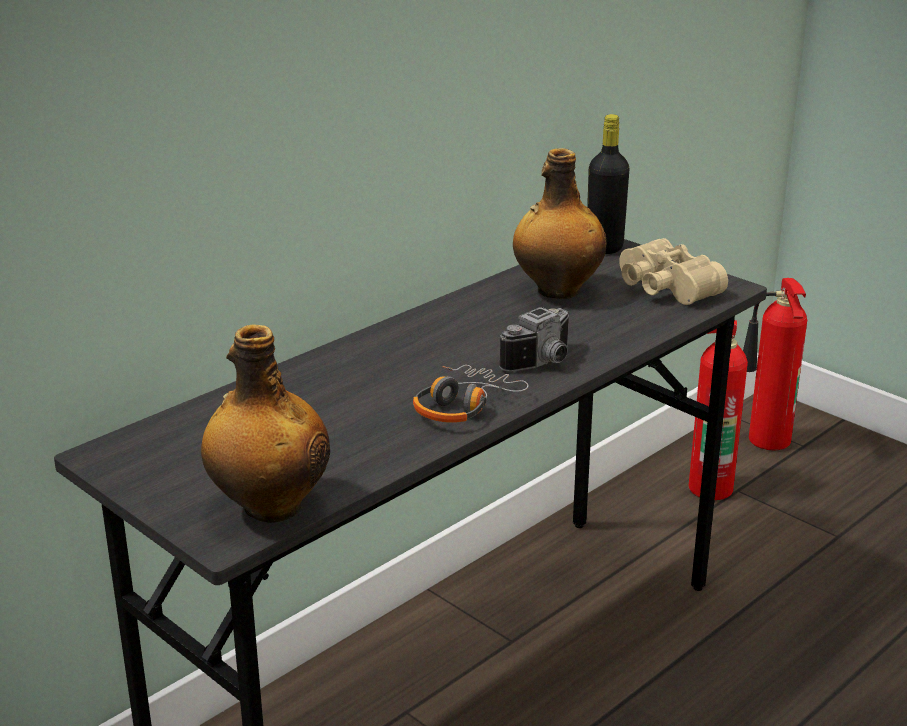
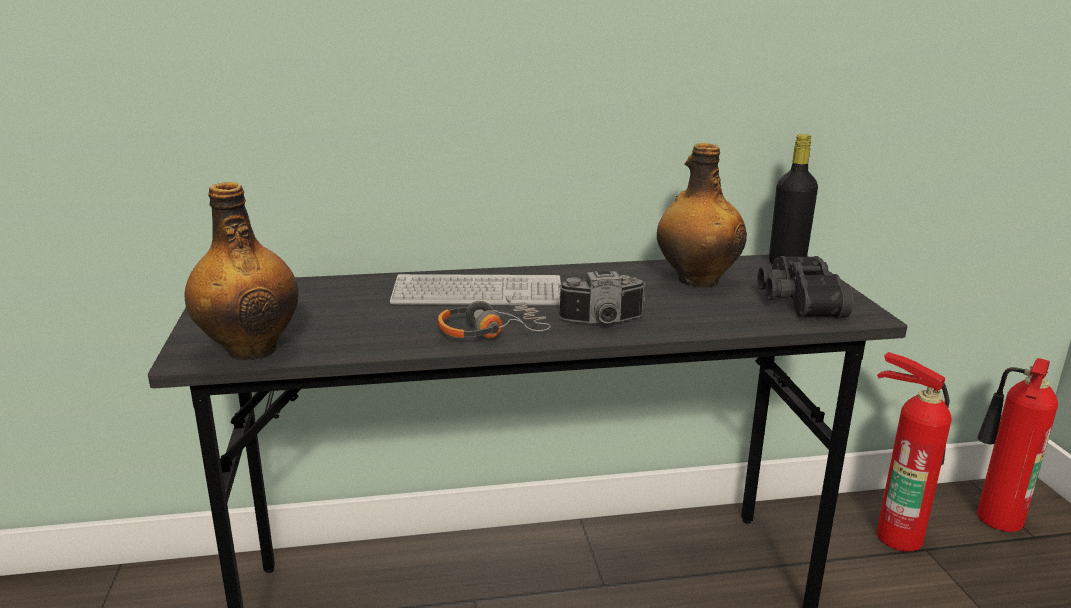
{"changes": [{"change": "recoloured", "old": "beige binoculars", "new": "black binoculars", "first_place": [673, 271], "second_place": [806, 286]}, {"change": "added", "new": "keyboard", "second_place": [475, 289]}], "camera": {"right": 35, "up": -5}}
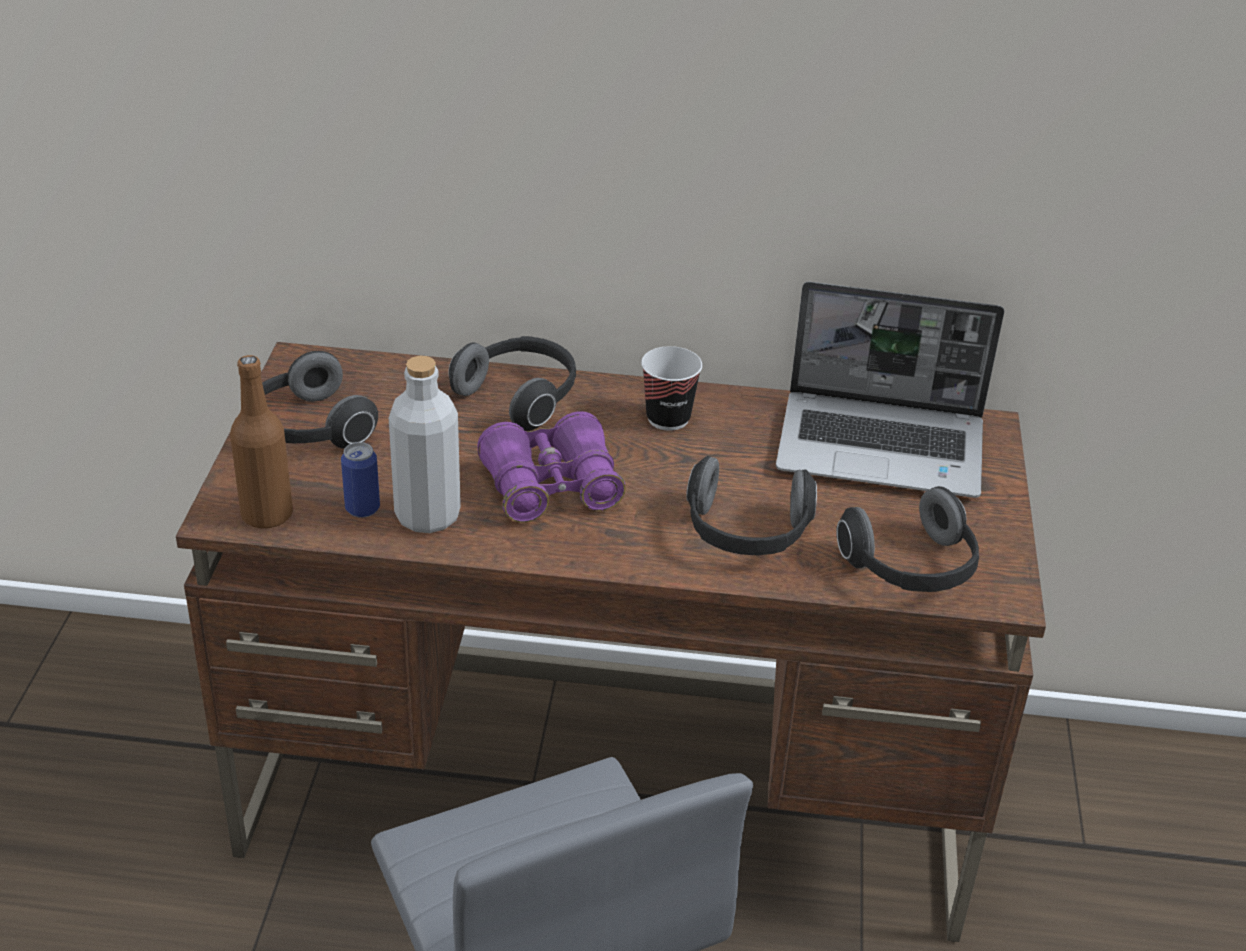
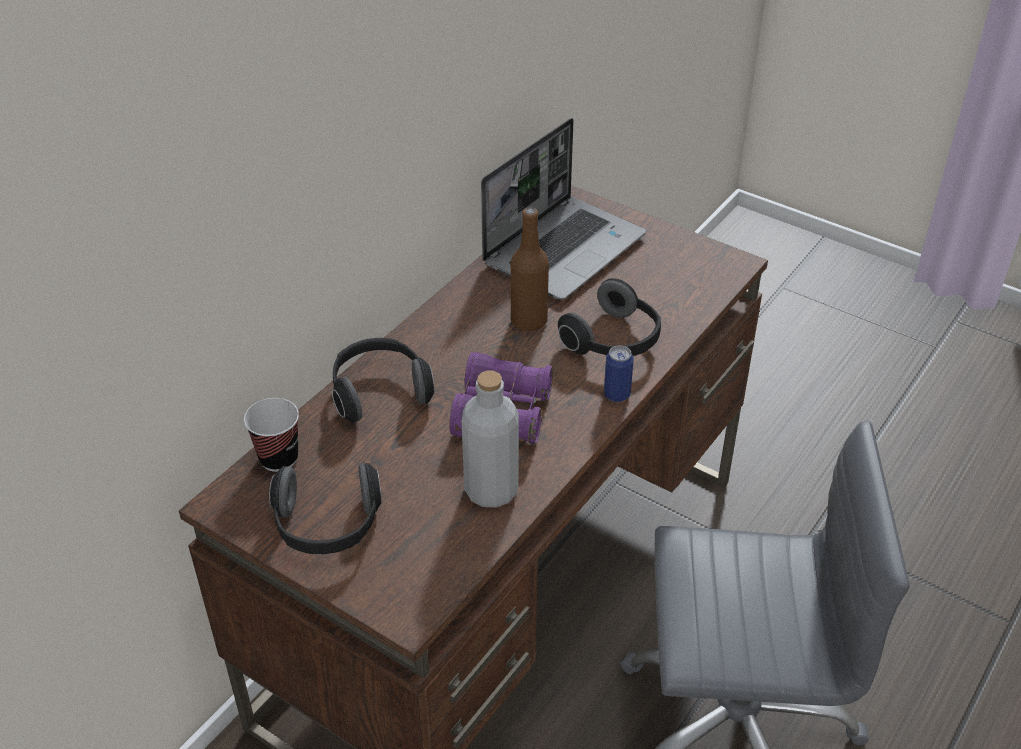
{"changes": [{"change": "moved", "old": "brown bottle", "first_place": [261, 442], "second_place": [530, 269]}, {"change": "moved", "old": "can", "first_place": [360, 480], "second_place": [619, 373]}, {"change": "moved", "old": "cup", "first_place": [671, 388], "second_place": [271, 435]}, {"change": "removed", "old": "headphones", "first_place": [907, 539]}], "camera": {"right": -60, "up": 5}}
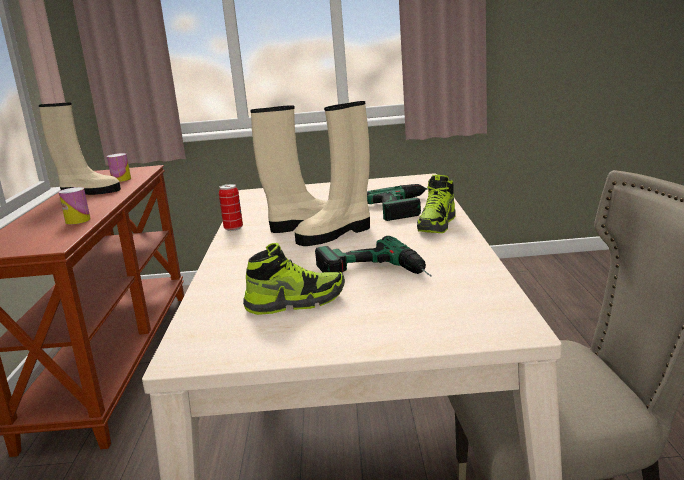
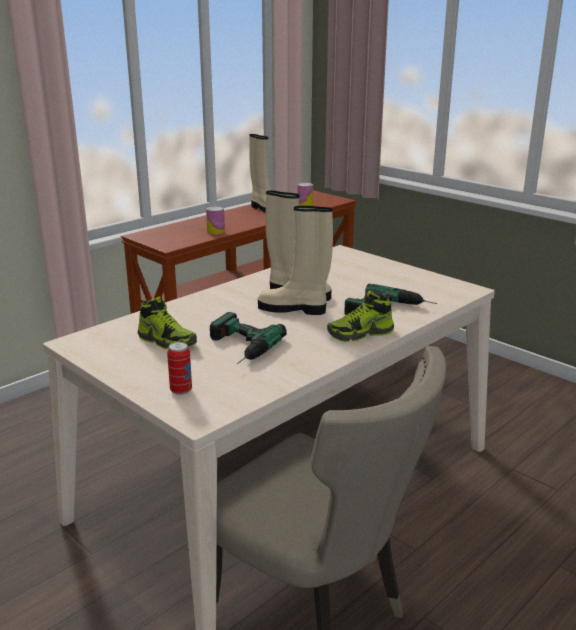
{"changes": [{"change": "moved", "old": "can", "first_place": [231, 207], "second_place": [179, 368]}], "camera": {"right": 45, "up": 5}}
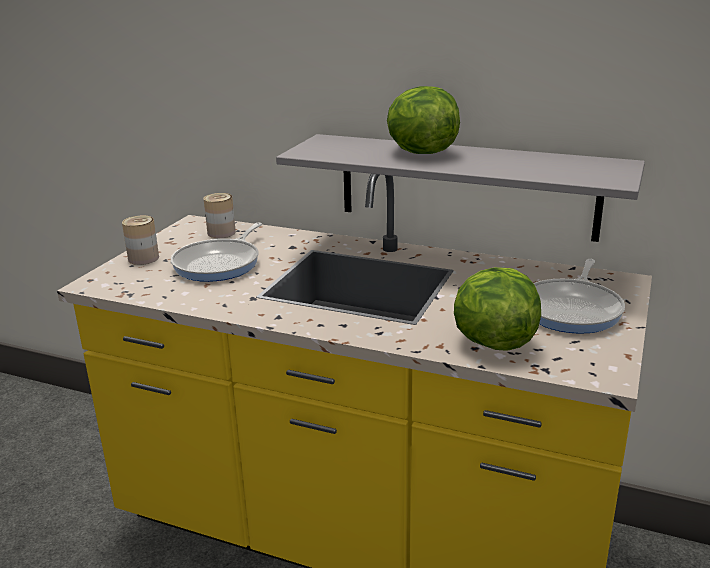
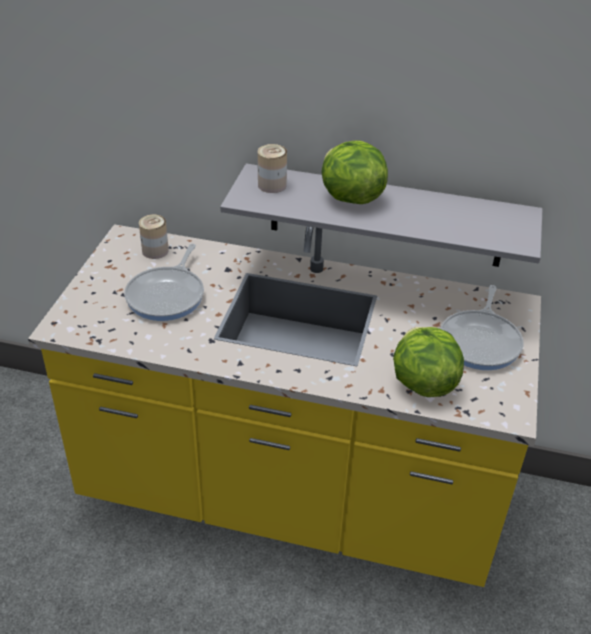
{"changes": [{"change": "moved", "old": "can", "first_place": [140, 240], "second_place": [272, 168]}], "camera": {"right": -10, "up": 15}}
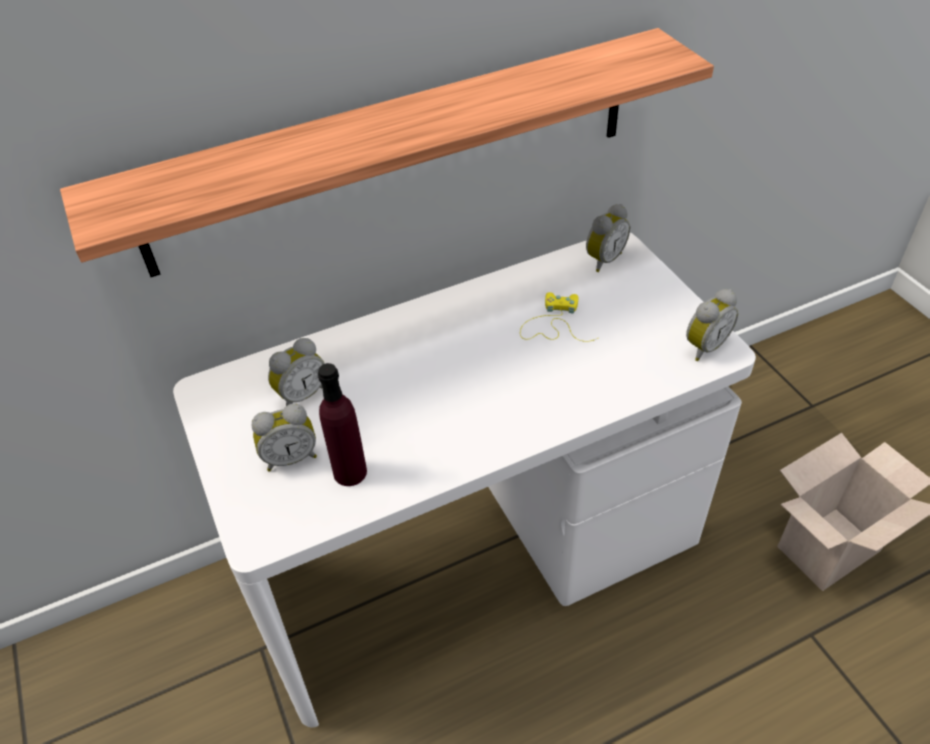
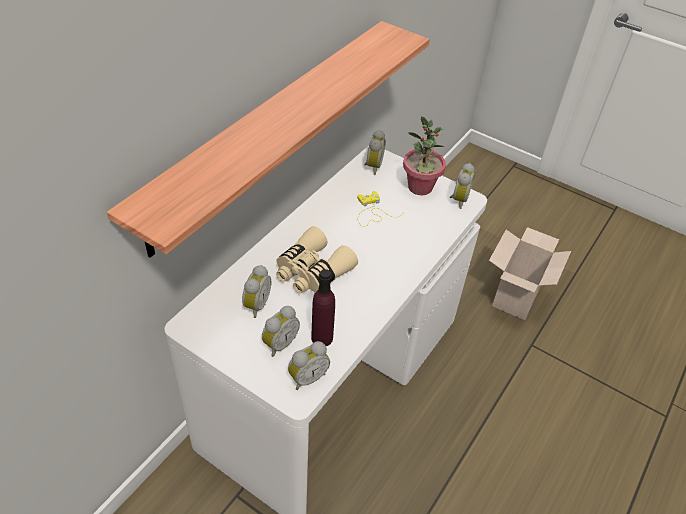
{"changes": [{"change": "added", "new": "beige binoculars", "second_place": [317, 259]}, {"change": "added", "new": "alarm clock", "second_place": [309, 365]}, {"change": "added", "new": "potted plant", "second_place": [424, 155]}], "camera": {"right": -35, "up": 0}}
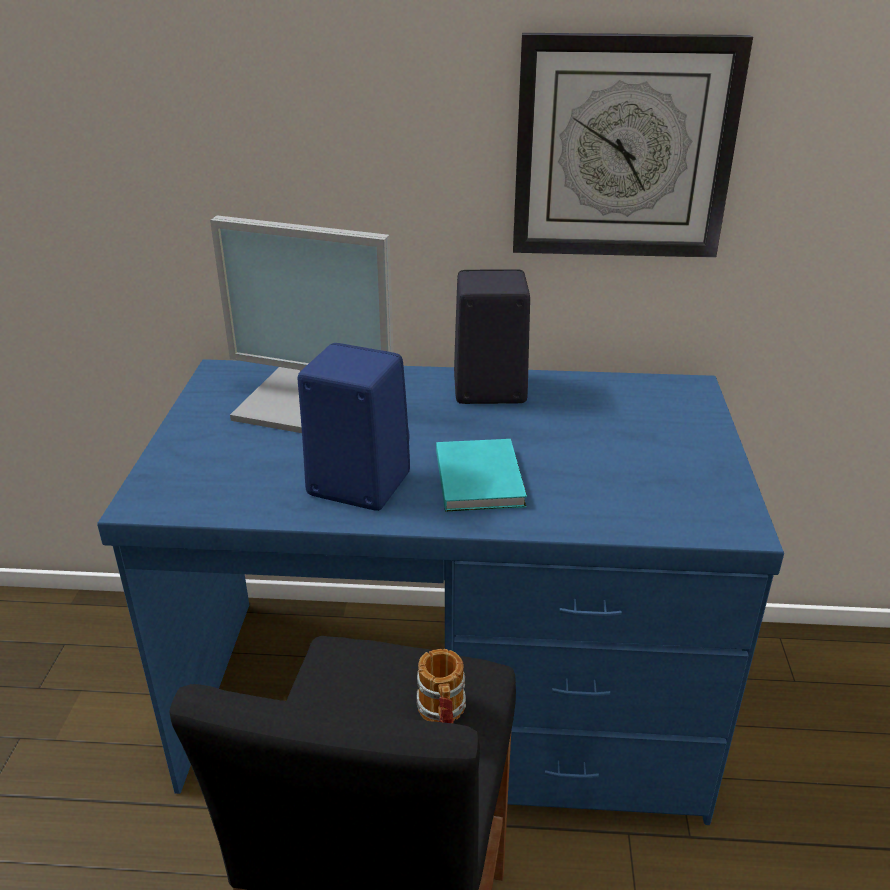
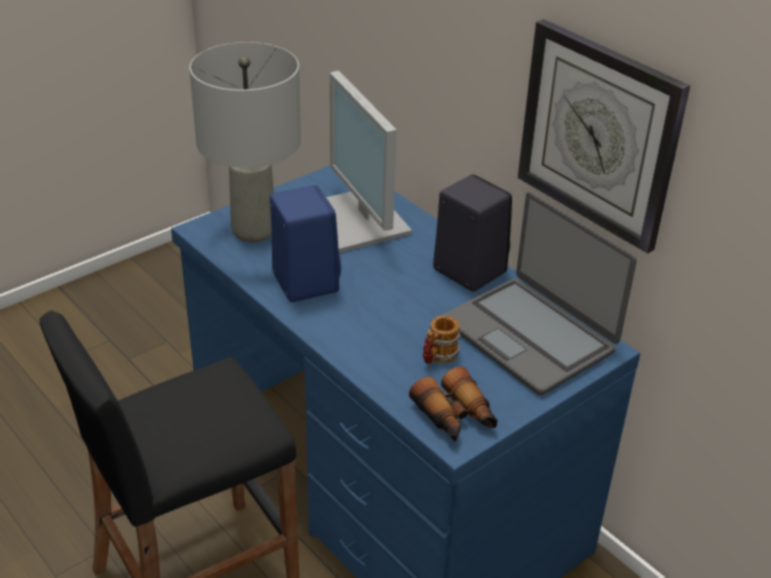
{"changes": [{"change": "moved", "old": "mug", "first_place": [441, 686], "second_place": [442, 340]}, {"change": "removed", "old": "turquoise book", "first_place": [481, 475]}, {"change": "added", "new": "grey table lamp", "second_place": [245, 142]}, {"change": "added", "new": "binoculars", "second_place": [453, 404]}, {"change": "added", "new": "laptop", "second_place": [540, 293]}], "camera": {"right": 45, "up": 5}}
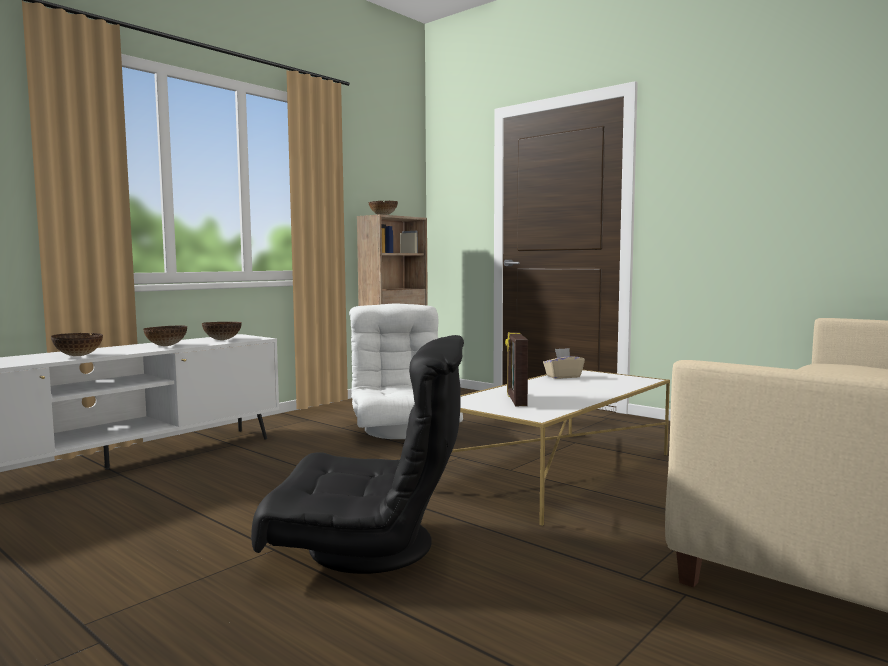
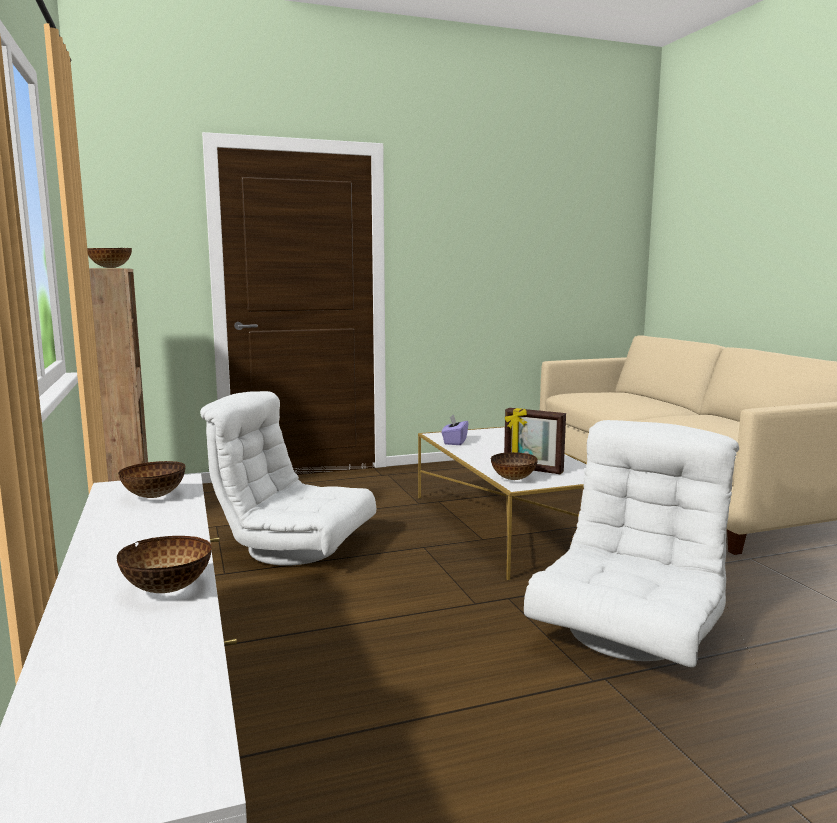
{"changes": [{"change": "moved", "old": "bowl", "first_place": [165, 335], "second_place": [514, 466]}, {"change": "recoloured", "old": "black armchair", "new": "white armchair", "first_place": [357, 454], "second_place": [631, 543]}, {"change": "recoloured", "old": "beige tissue box", "new": "purple tissue box", "first_place": [564, 363], "second_place": [455, 429]}], "camera": {"right": -60, "up": 5}}
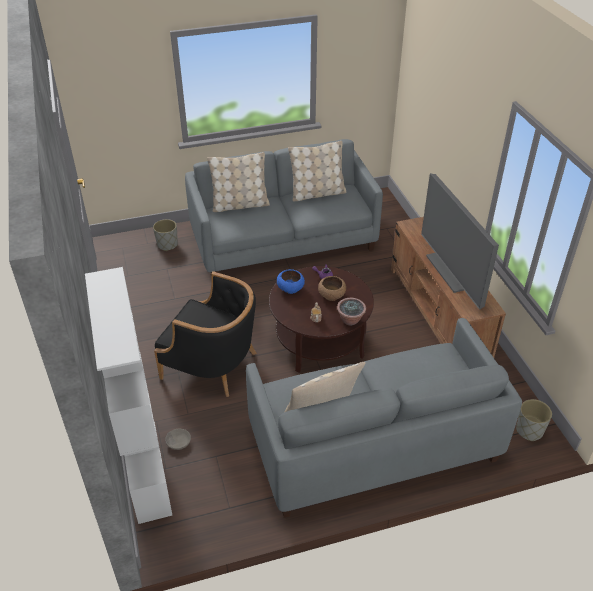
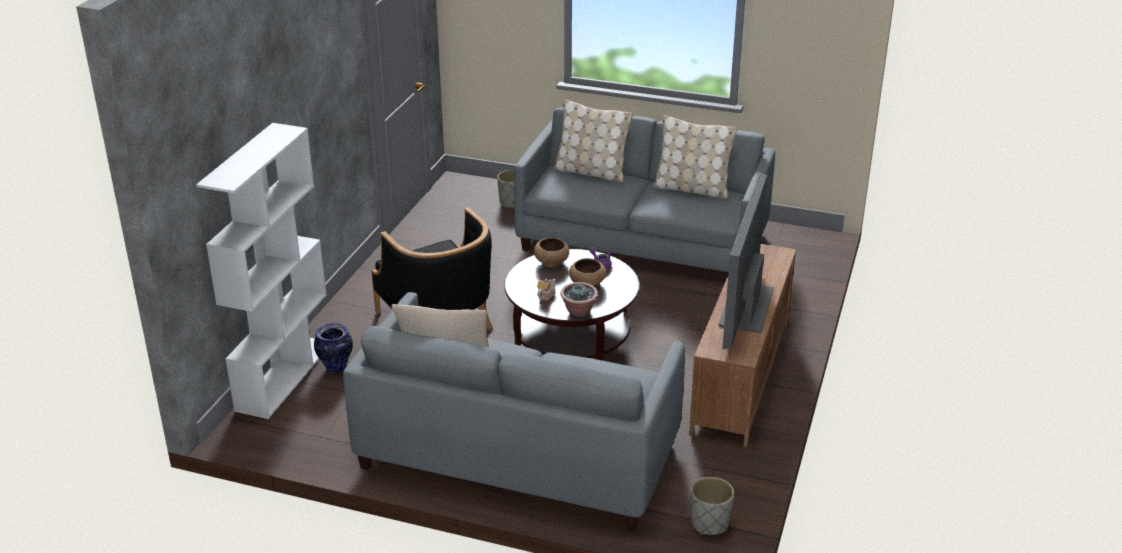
{"changes": [{"change": "replaced", "old": "grey bowl", "new": "vase", "first_place": [178, 439], "second_place": [333, 348]}, {"change": "recoloured", "old": "blue bowl", "new": "brown bowl", "first_place": [291, 281], "second_place": [551, 253]}], "camera": {"right": 35, "up": -10}}
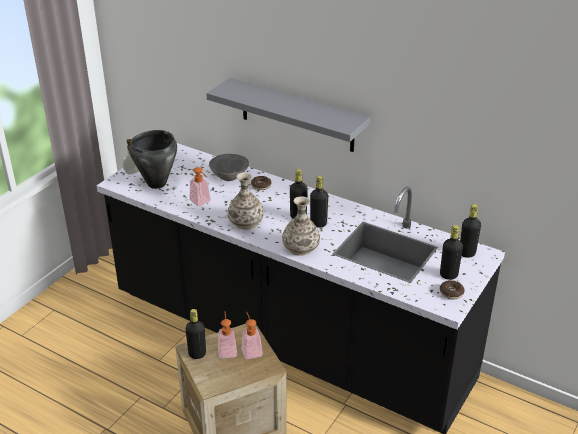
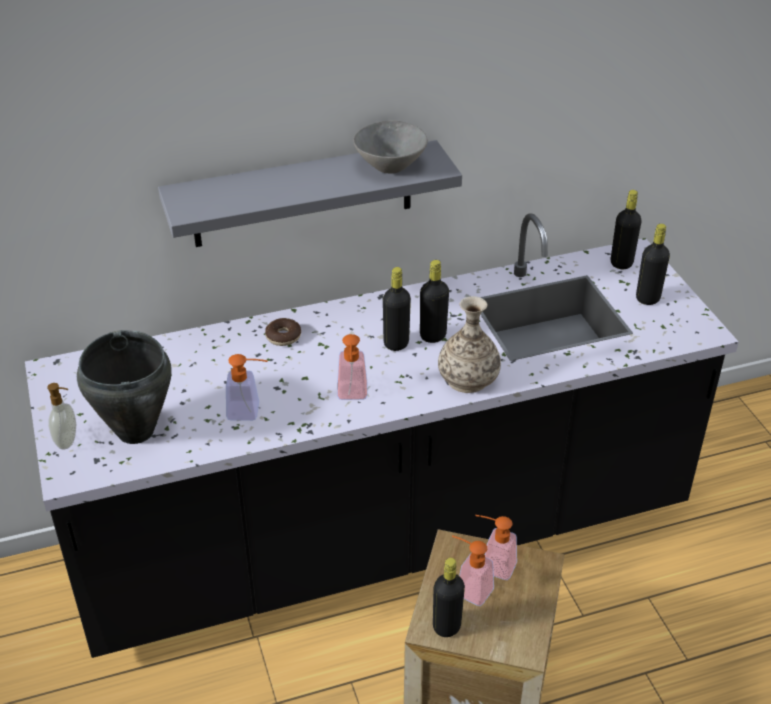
{"changes": [{"change": "moved", "old": "grey bowl", "first_place": [229, 167], "second_place": [390, 147]}, {"change": "replaced", "old": "vase", "new": "soap dispenser", "first_place": [245, 201], "second_place": [352, 367]}, {"change": "removed", "old": "donut", "first_place": [452, 290]}], "camera": {"right": -50, "up": 5}}
